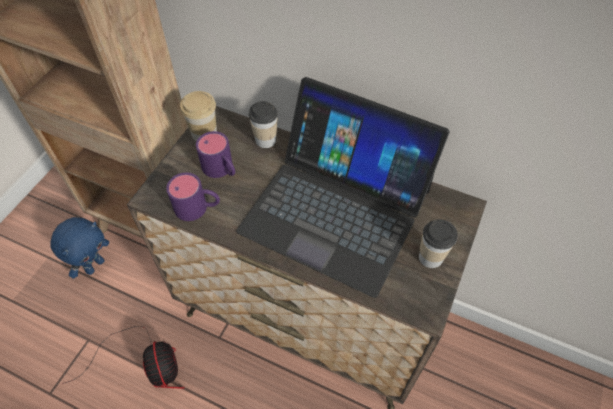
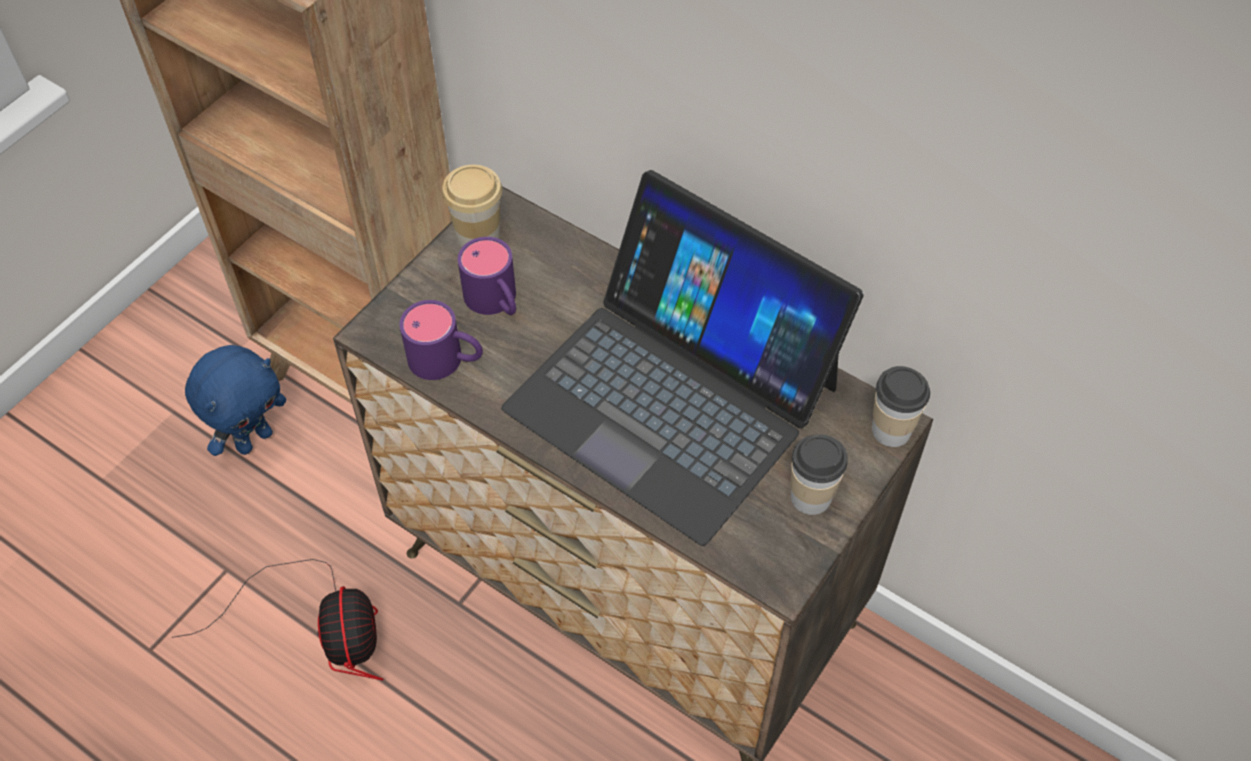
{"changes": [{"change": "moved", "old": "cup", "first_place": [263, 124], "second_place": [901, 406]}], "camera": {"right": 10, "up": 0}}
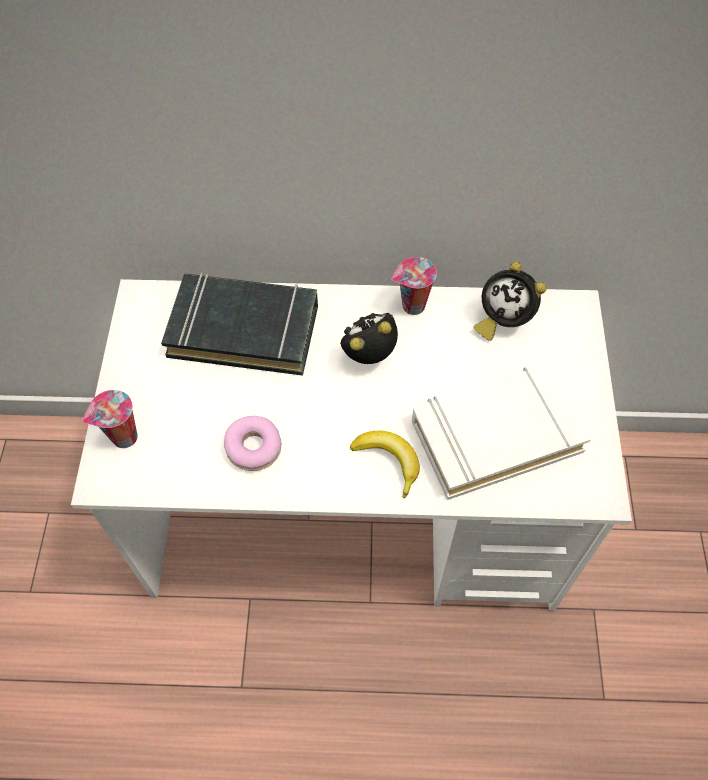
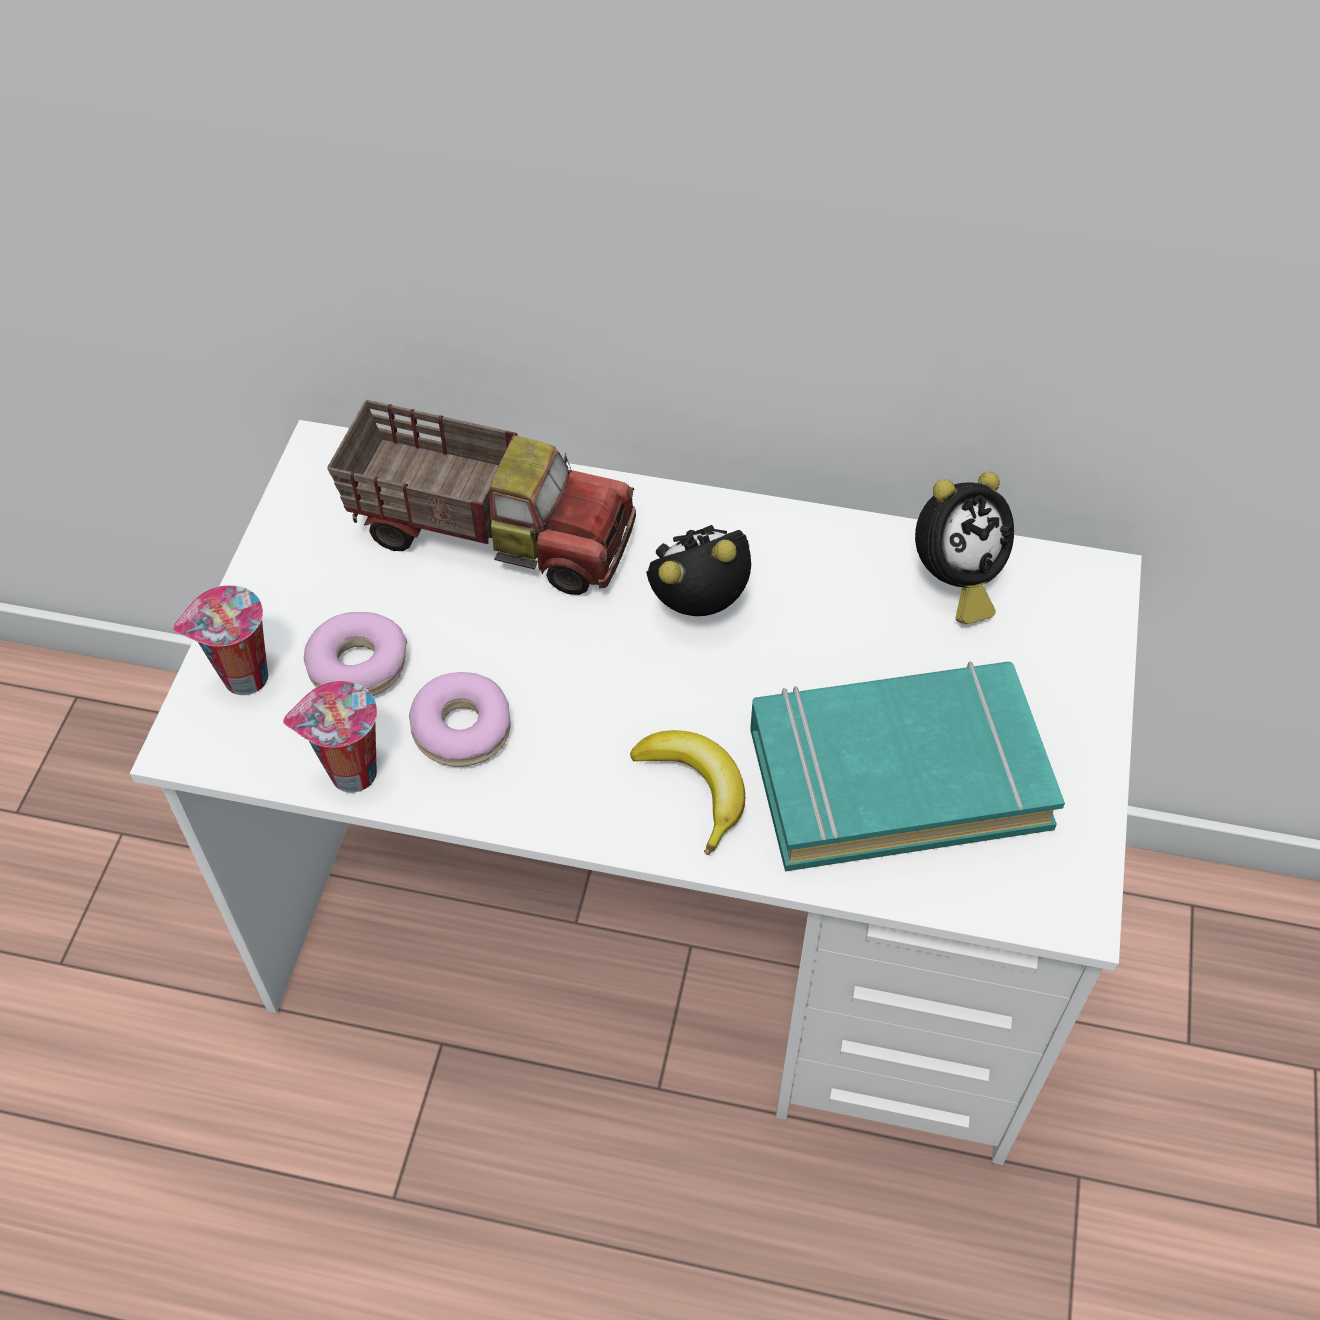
{"changes": [{"change": "replaced", "old": "black book", "new": "toy truck", "first_place": [239, 324], "second_place": [482, 497]}, {"change": "moved", "old": "cup", "first_place": [414, 286], "second_place": [330, 737]}, {"change": "recoloured", "old": "white book", "new": "turquoise book", "first_place": [501, 432], "second_place": [907, 766]}, {"change": "turned", "old": "alarm clock", "first_place": [510, 301], "second_place": [964, 548], "degrees": -75}, {"change": "added", "new": "donut", "second_place": [355, 654]}], "camera": {"right": 10, "up": -5}}
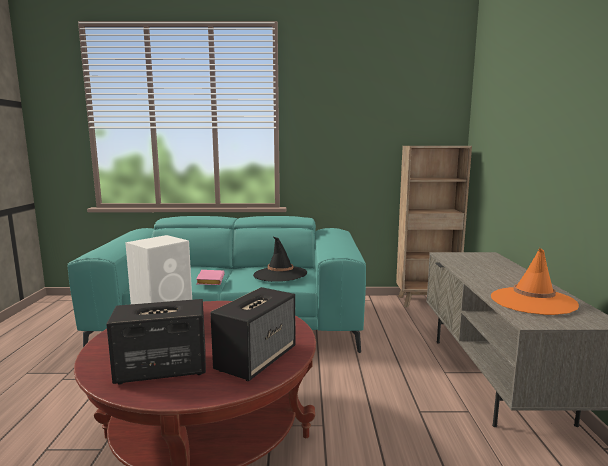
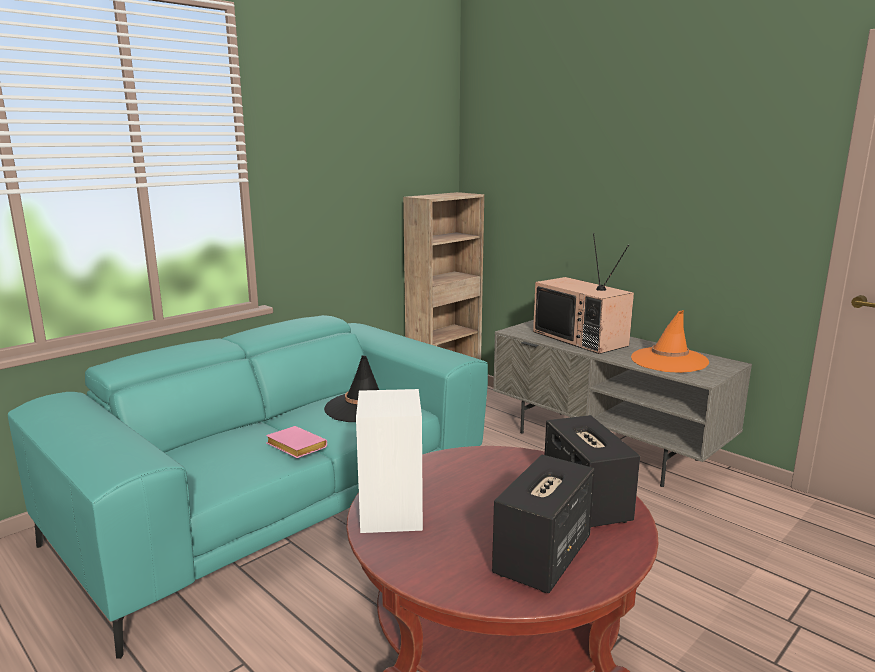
{"changes": [{"change": "added", "new": "television", "second_place": [583, 293]}], "camera": {"right": -45, "up": 5}}
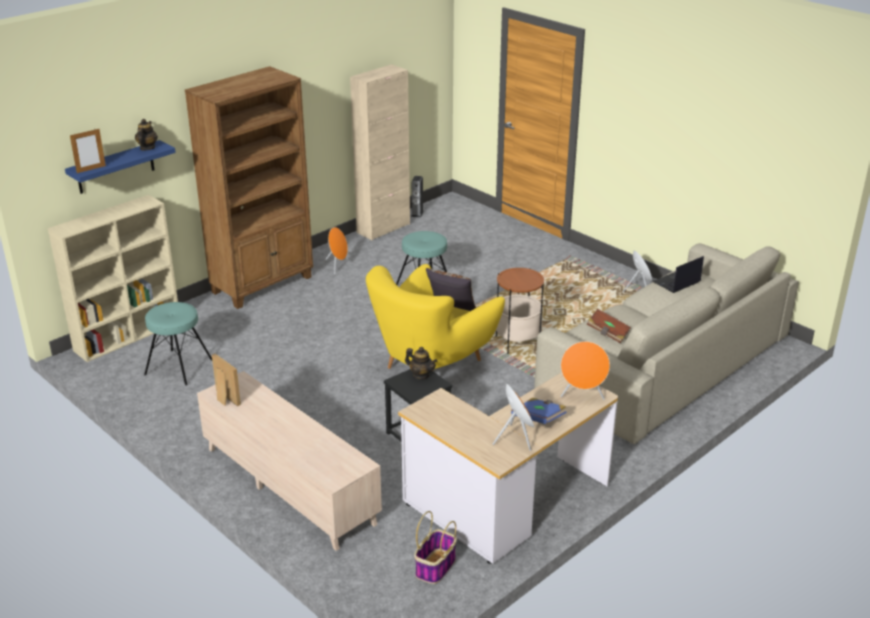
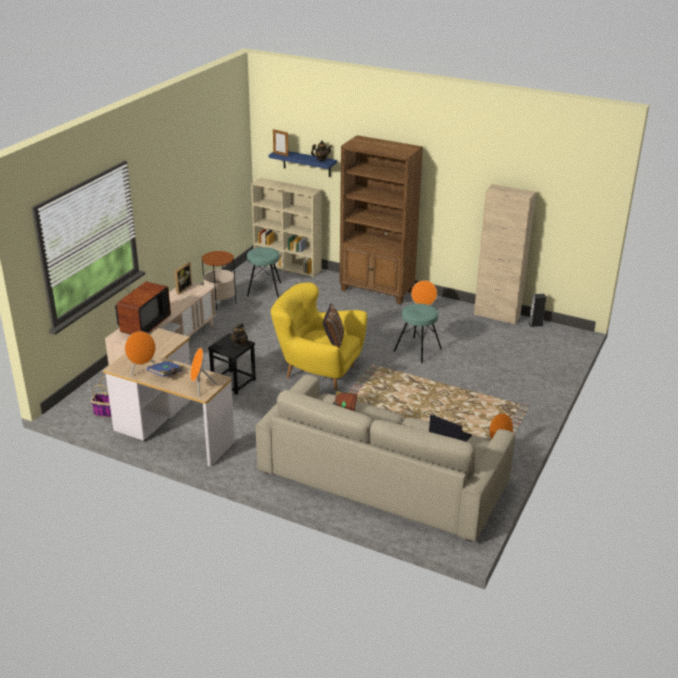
{"changes": [{"change": "moved", "old": "side table", "first_place": [520, 311], "second_place": [219, 280]}, {"change": "added", "new": "television", "second_place": [143, 302]}], "camera": {"right": 70, "up": 0}}
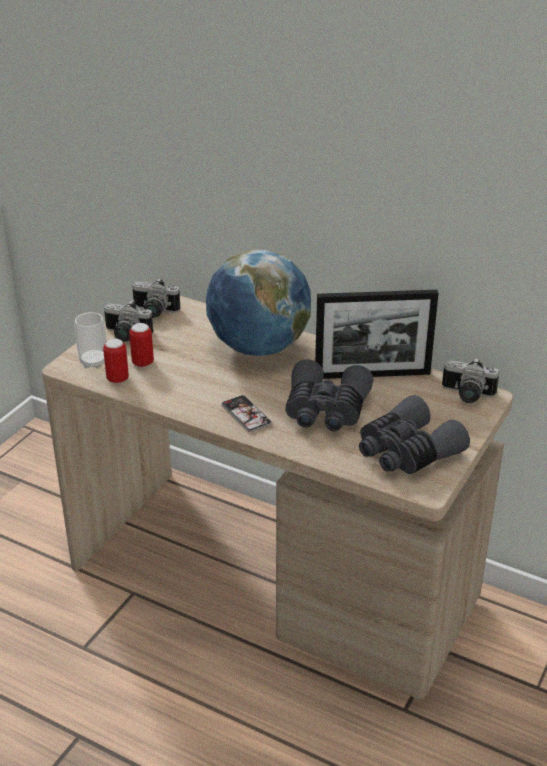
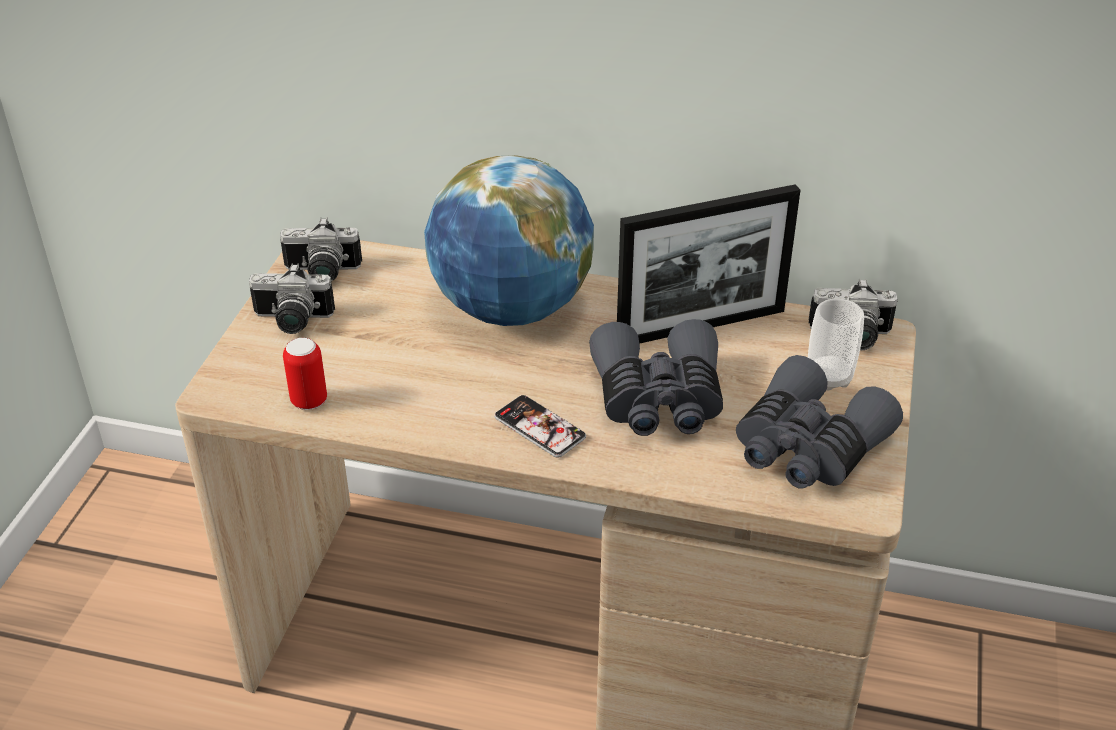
{"changes": [{"change": "moved", "old": "cup", "first_place": [91, 340], "second_place": [836, 344]}, {"change": "removed", "old": "can", "first_place": [141, 345]}], "camera": {"right": -15, "up": 5}}
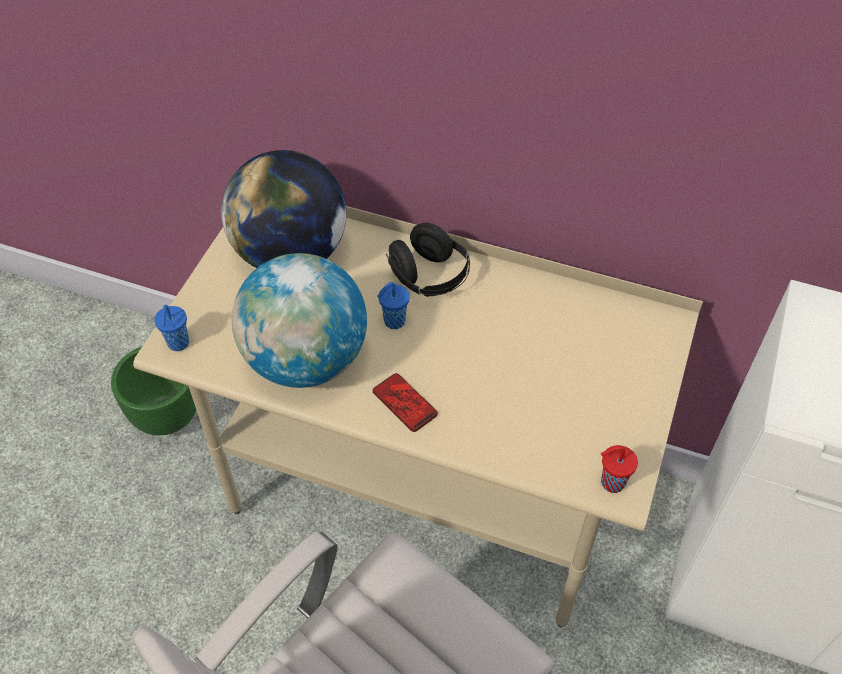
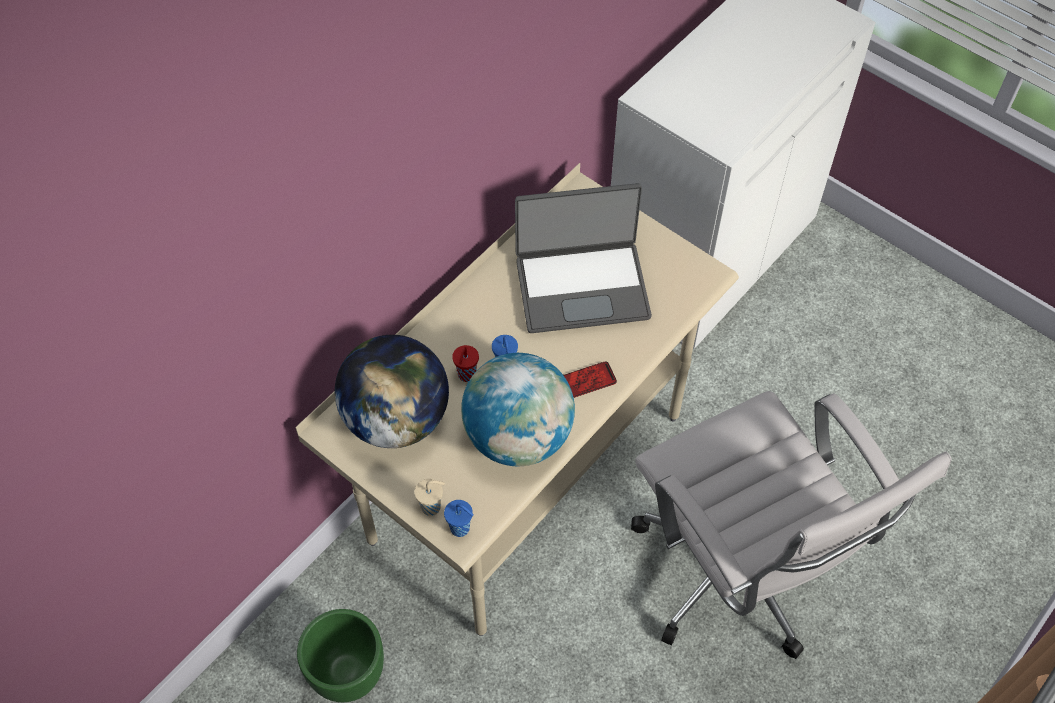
{"changes": [{"change": "removed", "old": "black headphones", "first_place": [428, 260]}, {"change": "moved", "old": "red cup", "first_place": [619, 469], "second_place": [465, 363]}, {"change": "added", "new": "beige cup", "second_place": [429, 497]}, {"change": "added", "new": "laptop", "second_place": [583, 258]}], "camera": {"right": -70, "up": 5}}
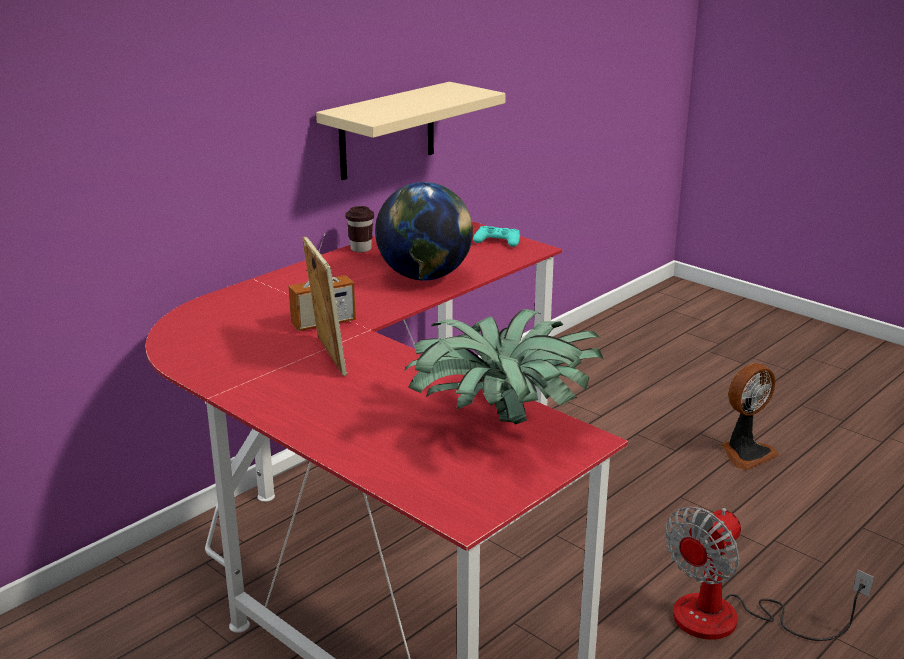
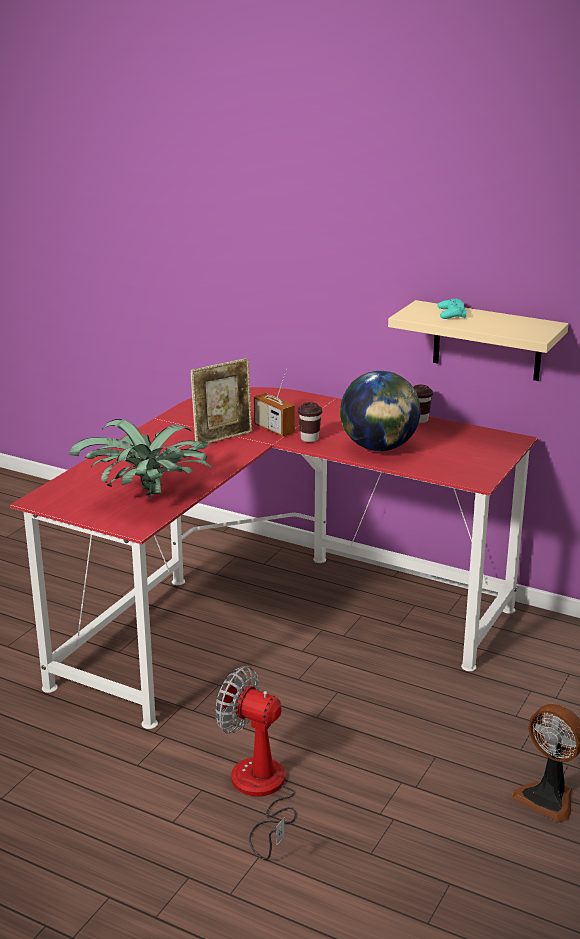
{"changes": [{"change": "moved", "old": "turquoise game controller", "first_place": [496, 236], "second_place": [452, 309]}, {"change": "added", "new": "brown cup", "second_place": [310, 422]}], "camera": {"right": 75, "up": 0}}
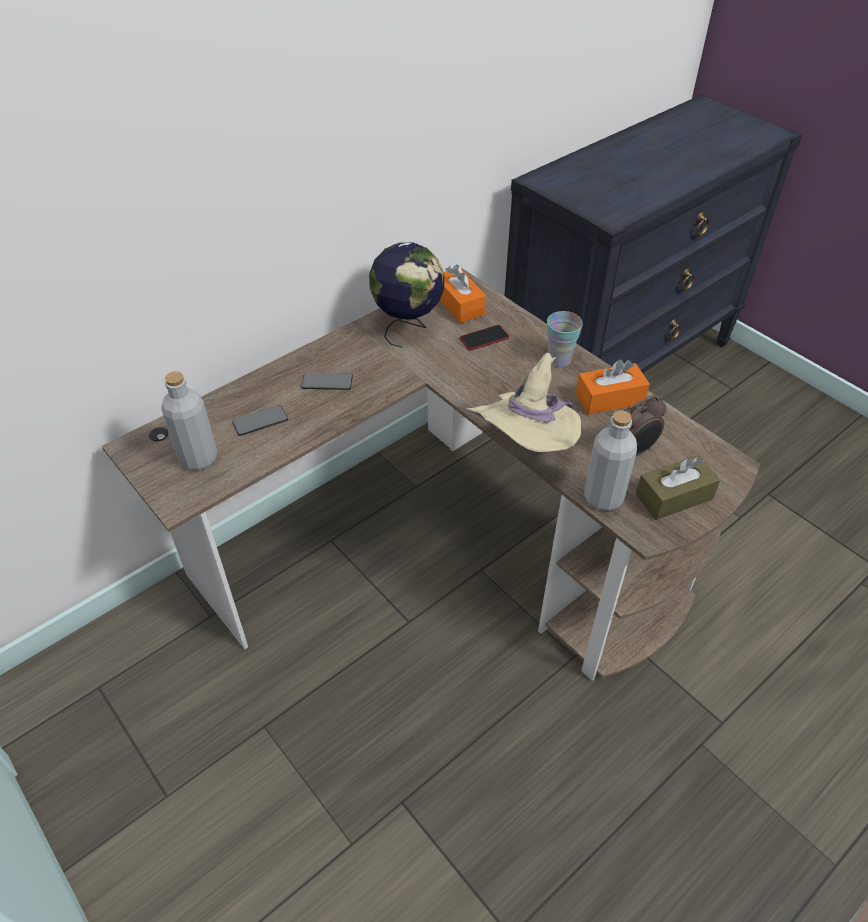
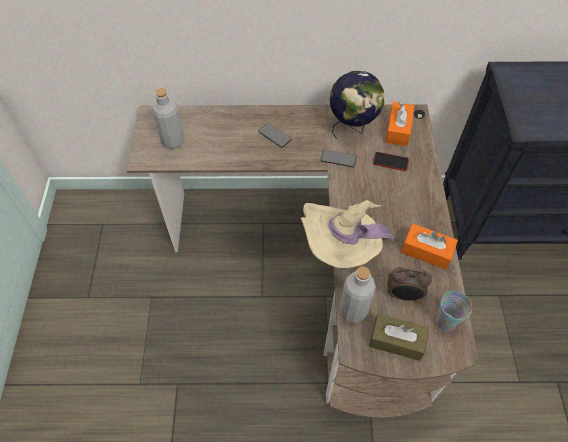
{"changes": [{"change": "moved", "old": "phone", "first_place": [260, 420], "second_place": [339, 158]}, {"change": "moved", "old": "cup", "first_place": [565, 339], "second_place": [454, 311]}], "camera": {"right": 40, "up": 10}}
